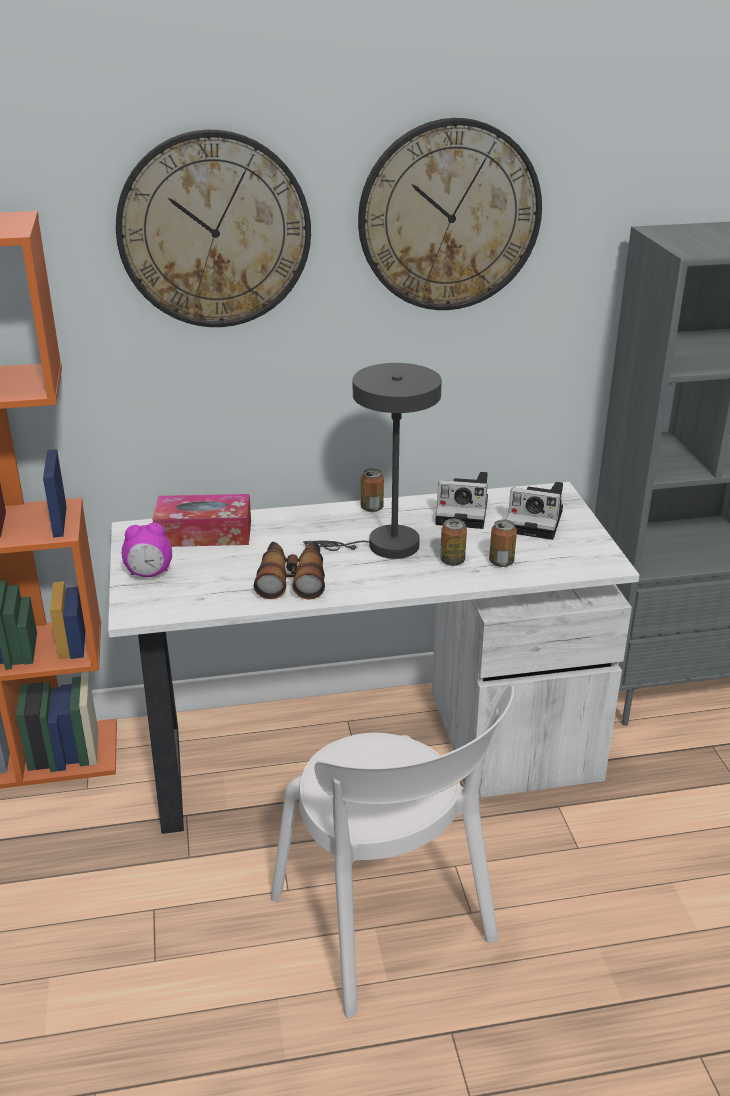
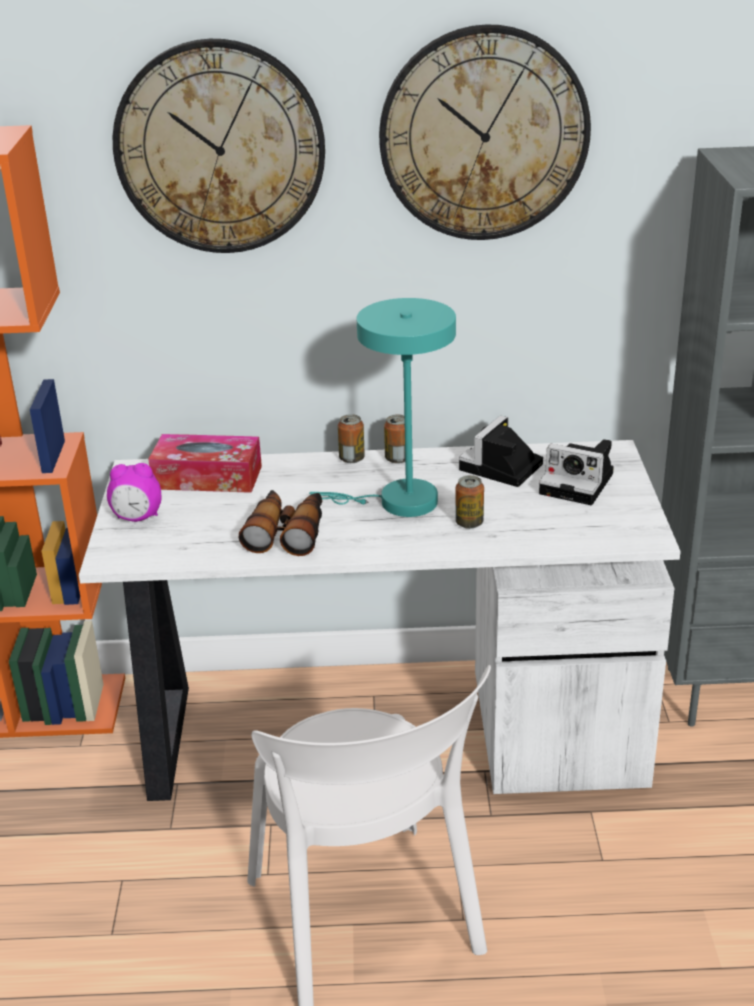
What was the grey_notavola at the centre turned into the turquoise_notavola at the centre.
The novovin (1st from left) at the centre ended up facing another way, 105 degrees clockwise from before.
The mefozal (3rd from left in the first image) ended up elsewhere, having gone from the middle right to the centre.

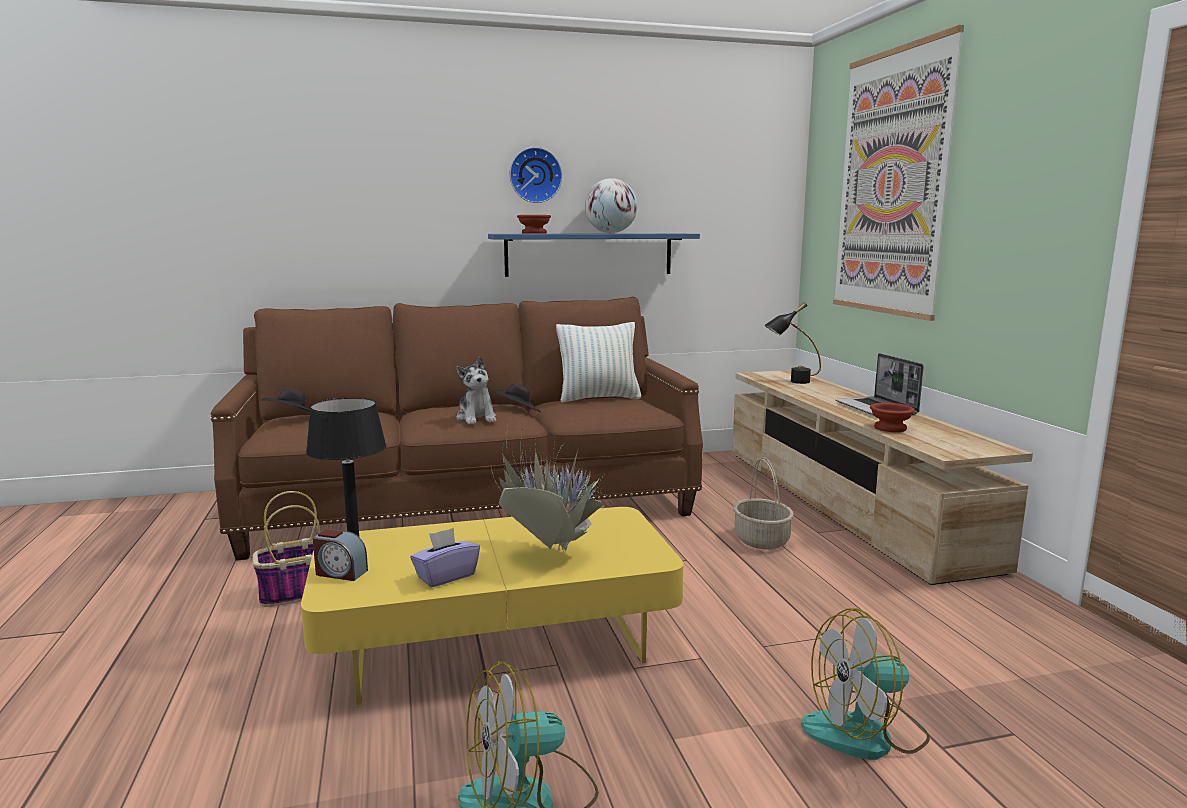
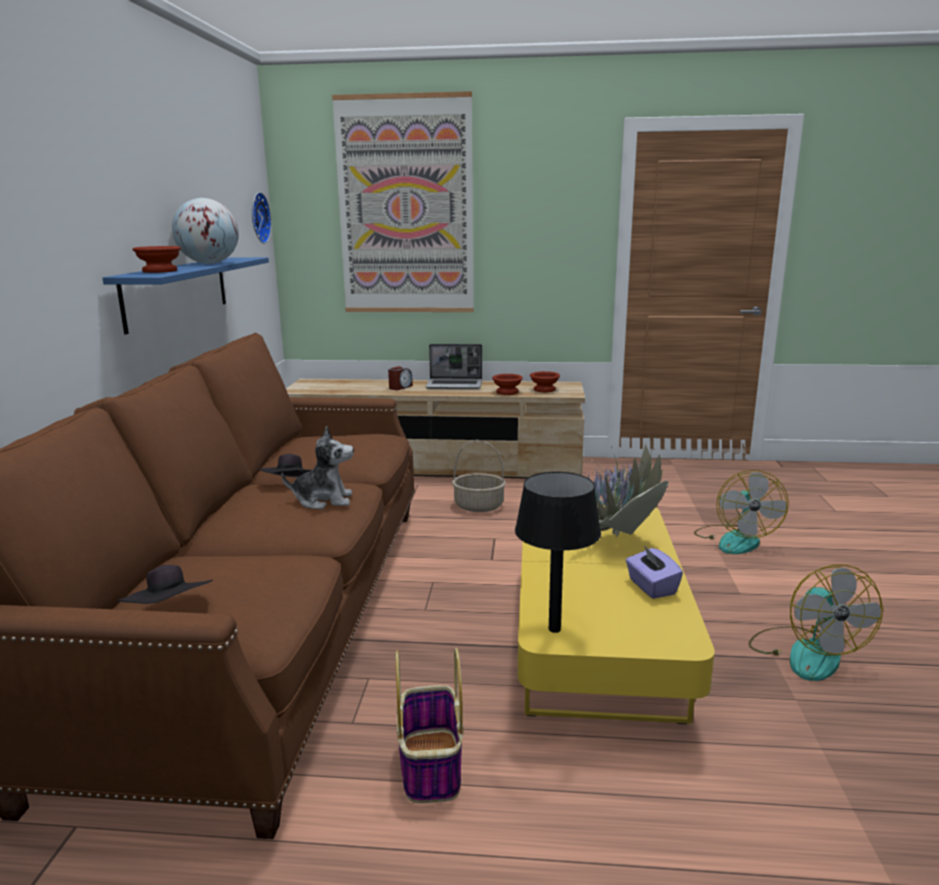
The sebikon ended up elsewhere, having gone from the bottom left to the centre.
The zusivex ended up elsewhere, having gone from the top centre to the top left.
The second view lost the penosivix at the centre.
The second view lost the black_notavola (2nd from left) at the middle right.
The second view gained the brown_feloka (3rd from left) at the centre.

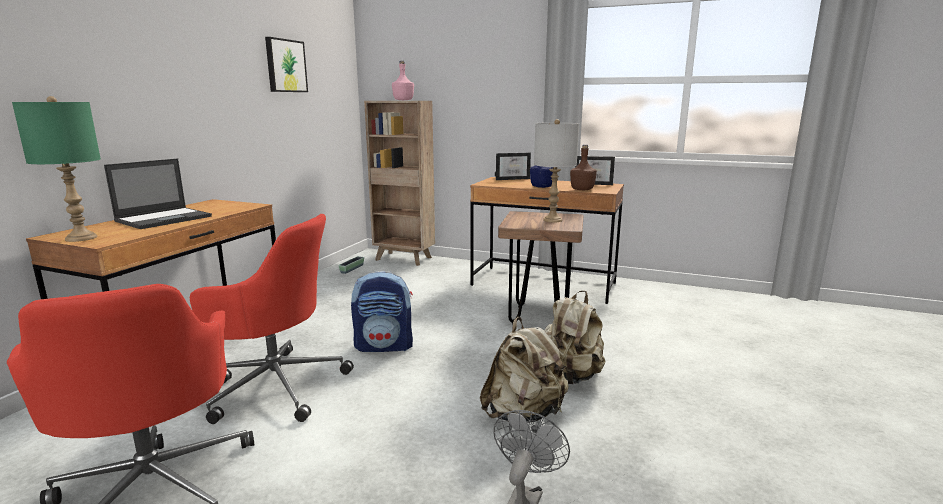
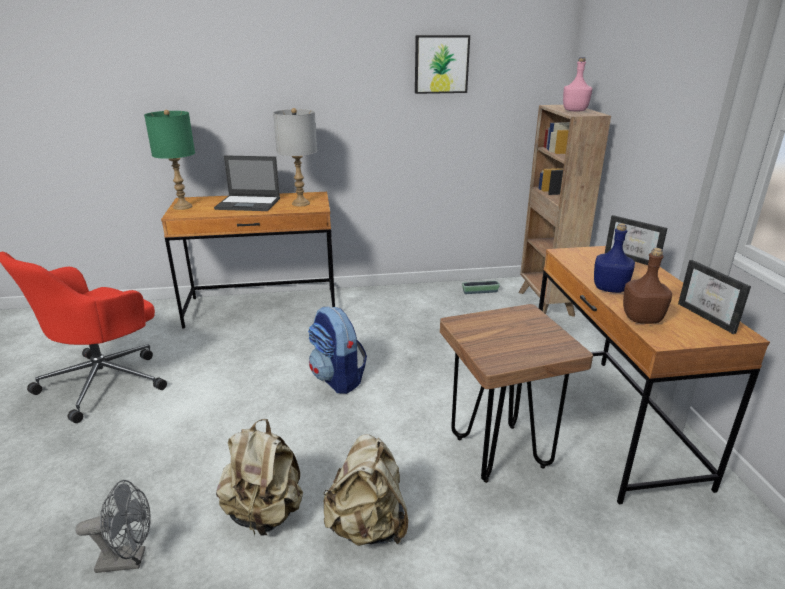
The second view lost the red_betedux (2nd from left) at the middle left.
The grey_notavola ended up elsewhere, having gone from the centre to the top centre.

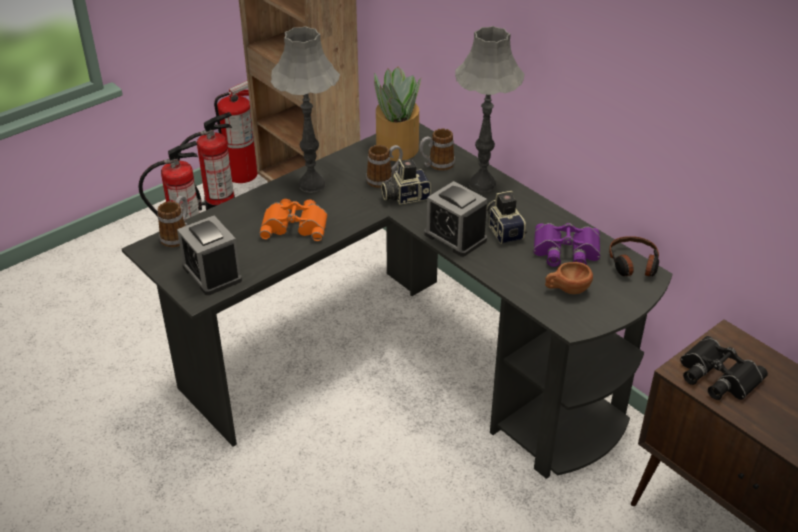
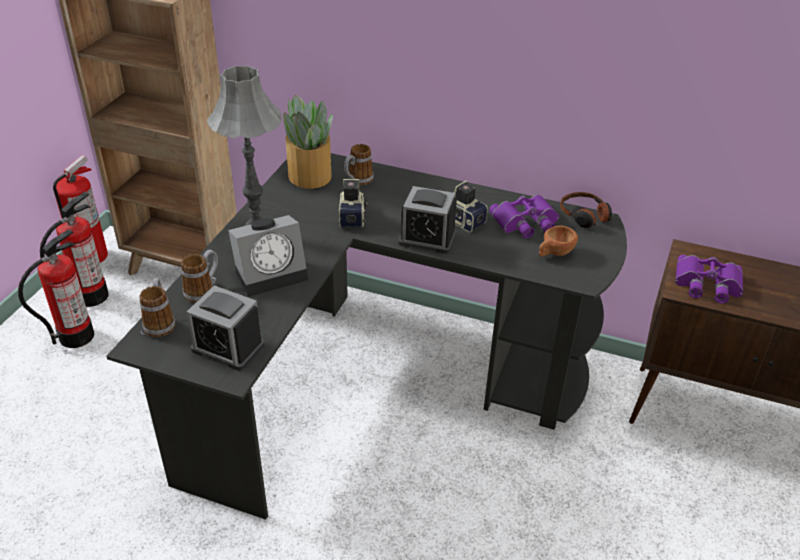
Where the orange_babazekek stood at the centre, the sebikon (2nd from left) came to stand at the centre.
The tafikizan (2nd from left) ended up elsewhere, having gone from the top centre to the middle left.
The novovin (1st from left) at the centre ended up facing another way, 135 degrees clockwise from before.
The second view lost the grey_notavola (2nd from left) at the top centre.
What was the black_babazekek at the bottom right turned into the purple_babazekek (2nd from left) at the middle right.

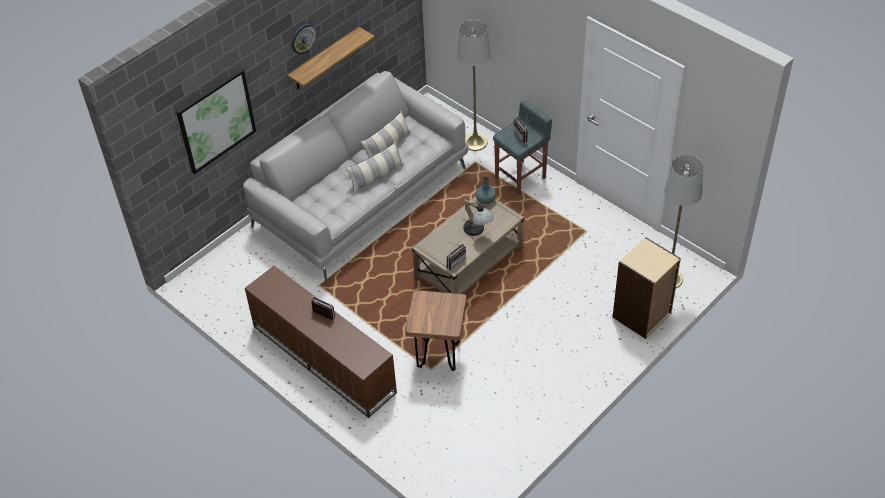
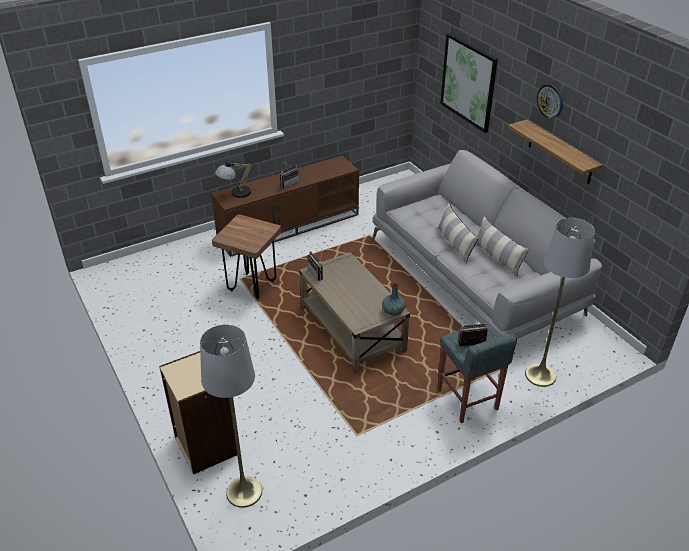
The notavola ended up elsewhere, having gone from the centre to the top centre.

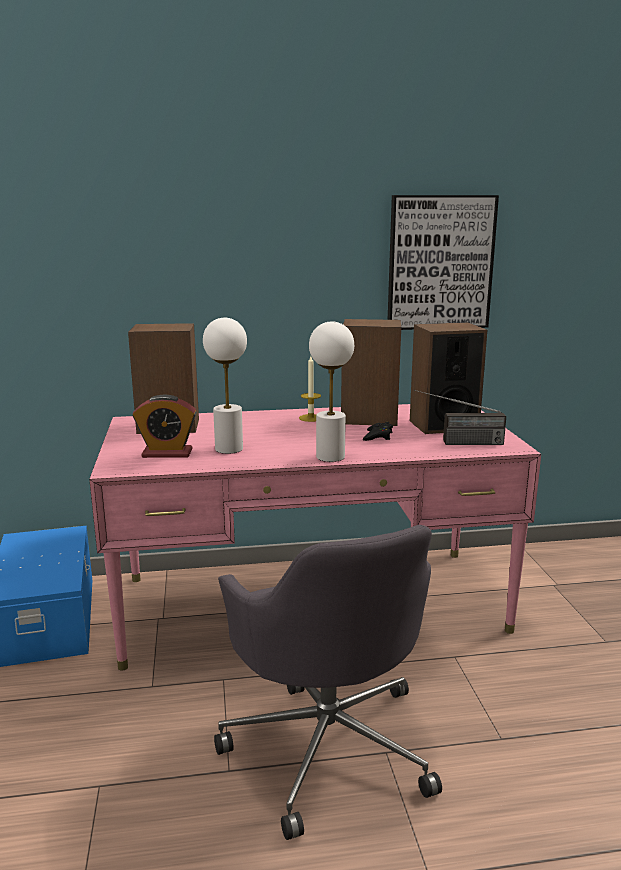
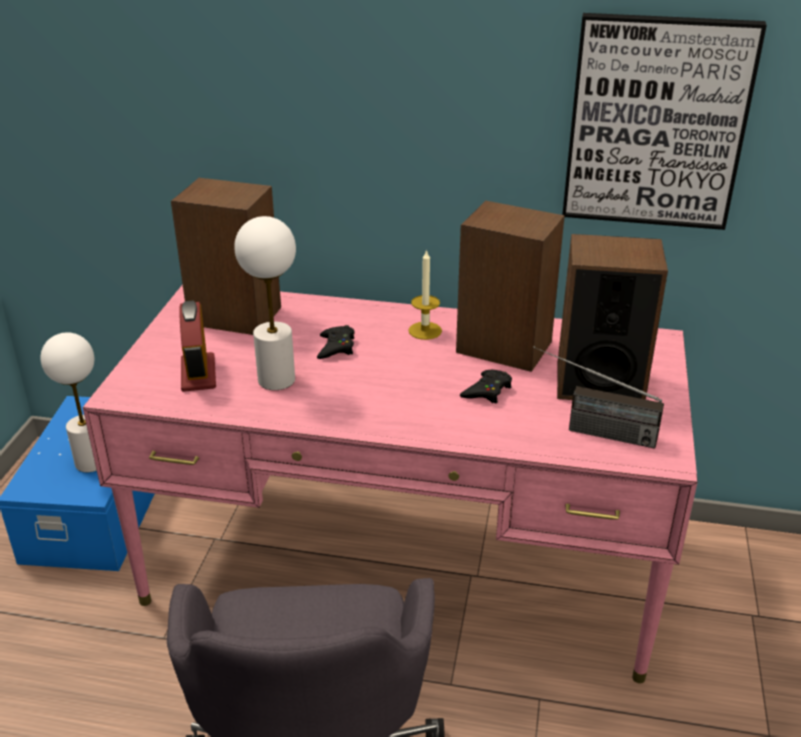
The sebikon at the middle left ended up facing another way, 60 degrees clockwise from before.
The white_notavola (2nd from left in the first image) ended up elsewhere, having gone from the centre to the middle left.
The second view gained the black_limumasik (1st from left) at the centre.

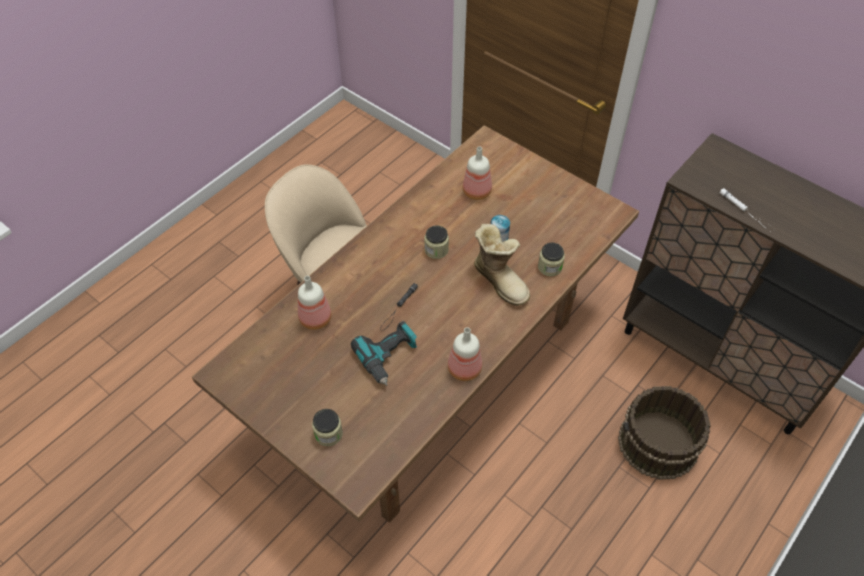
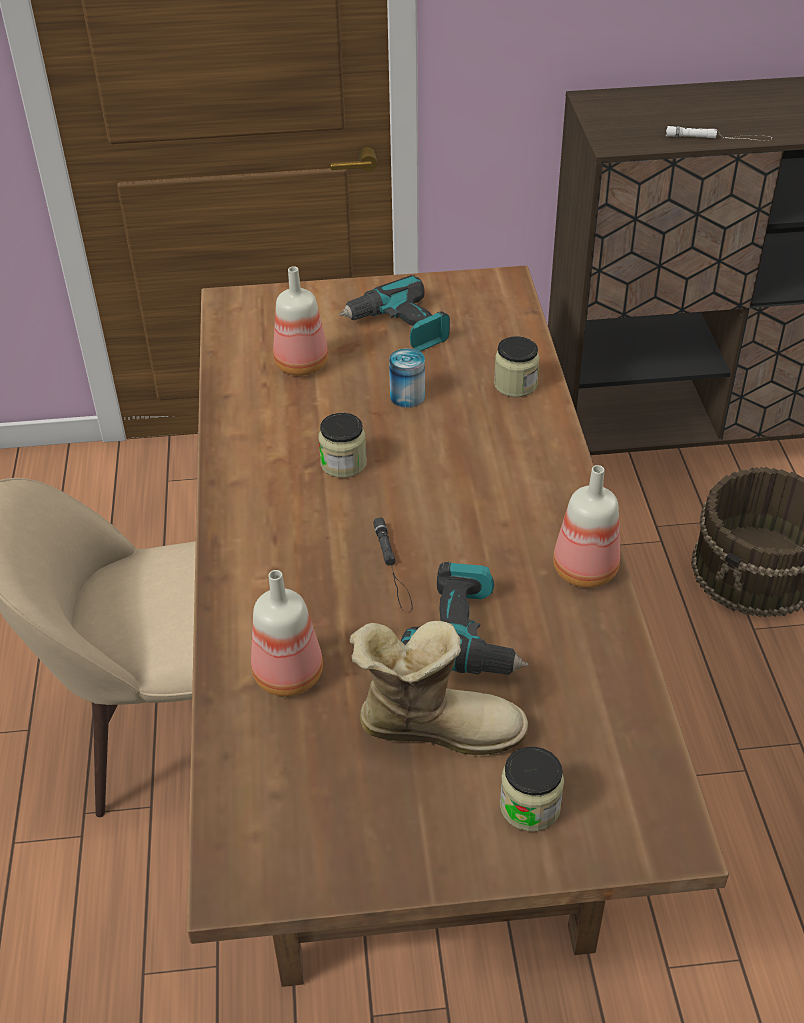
The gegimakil ended up elsewhere, having gone from the centre to the bottom centre.
The second view gained the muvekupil (1st from left) at the top centre.

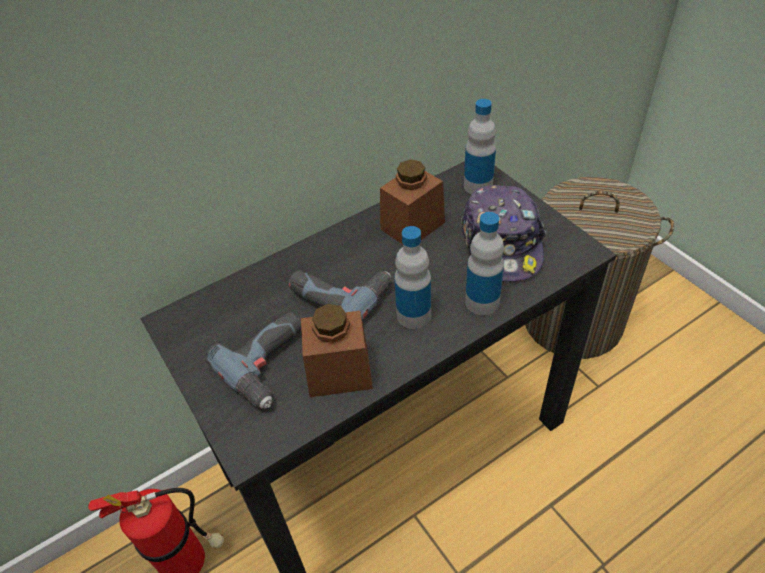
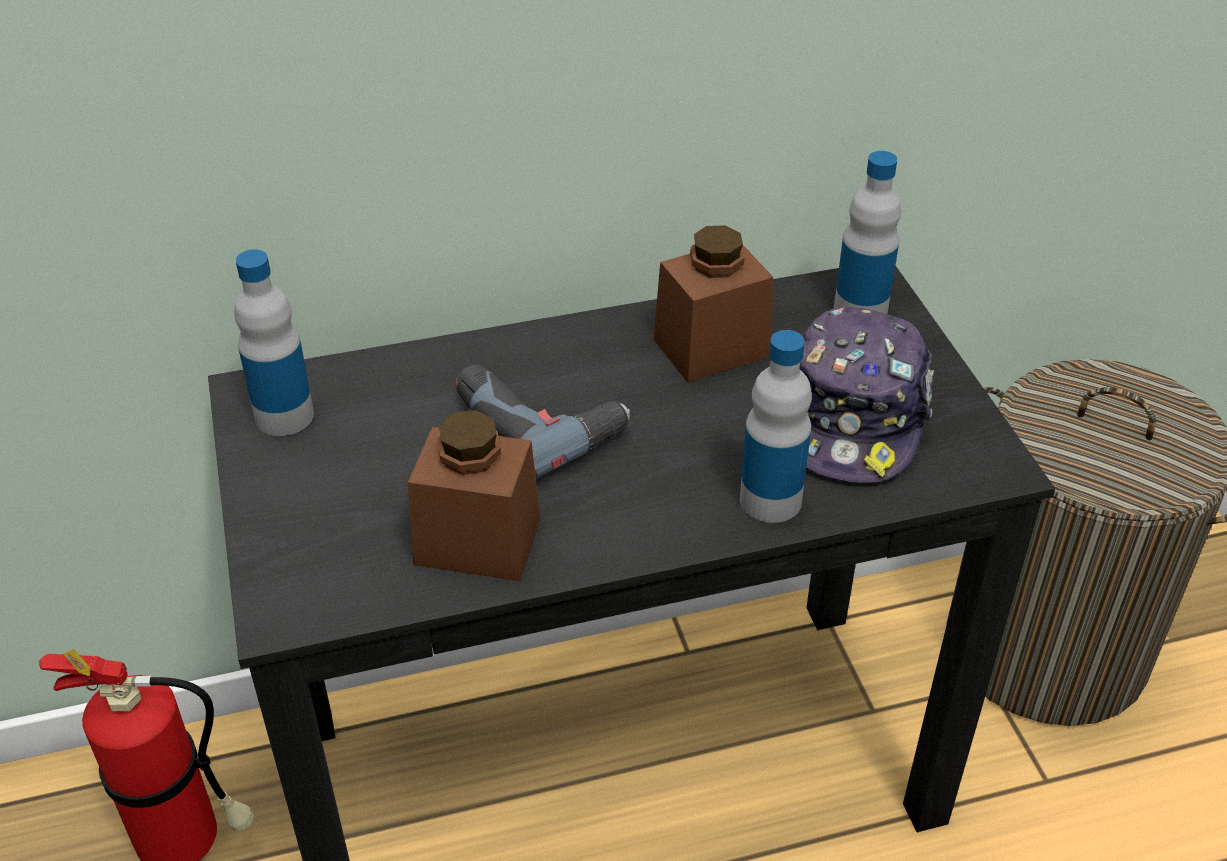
The second view lost the muvekupil (1st from left) at the middle left.
The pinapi (1st from left) ended up elsewhere, having gone from the centre to the middle left.

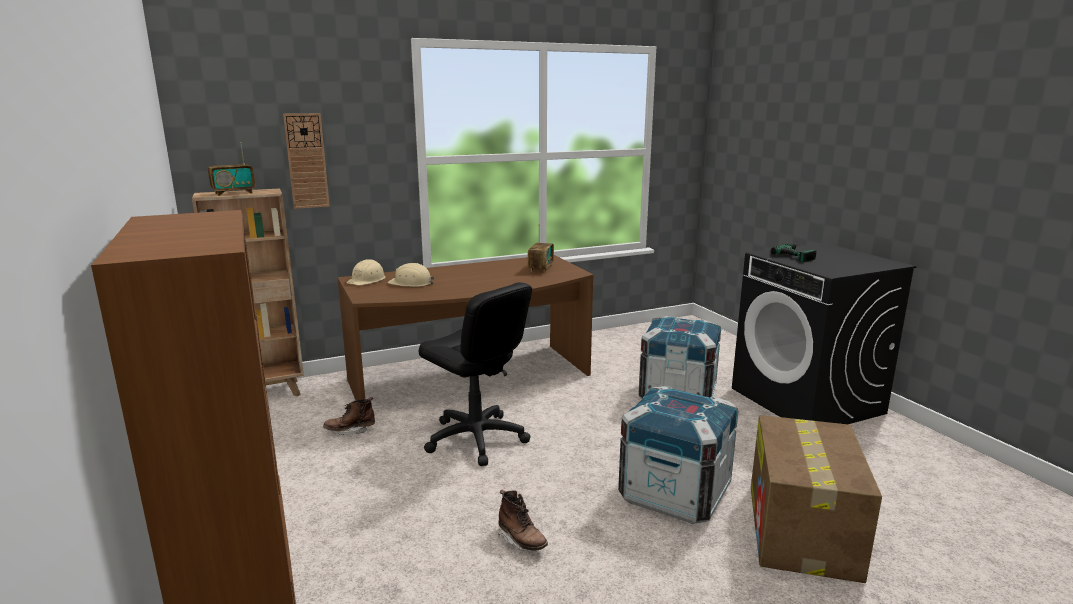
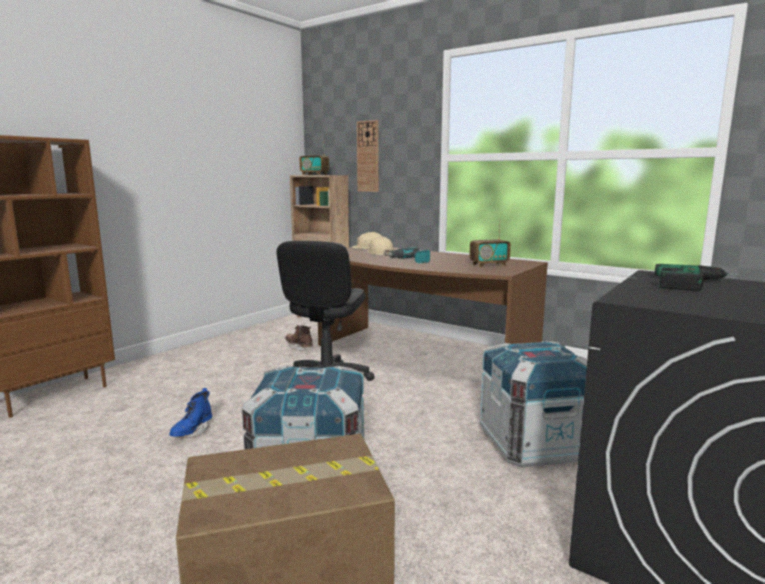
What was the brown_gegimakil (2nd from left) at the bottom centre turned into the blue_gegimakil at the bottom left.
The second view gained the muvekupil (1st from left) at the centre.

